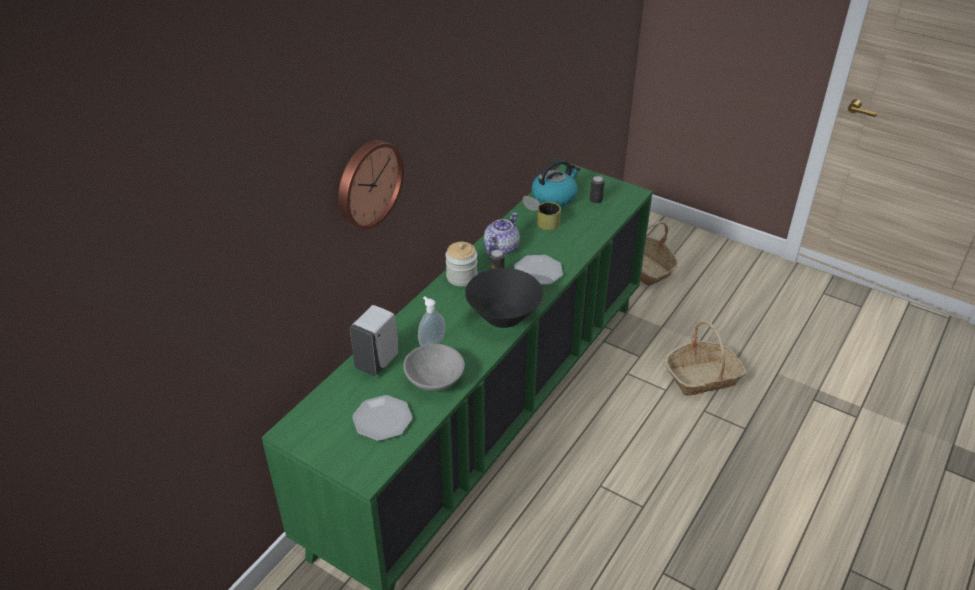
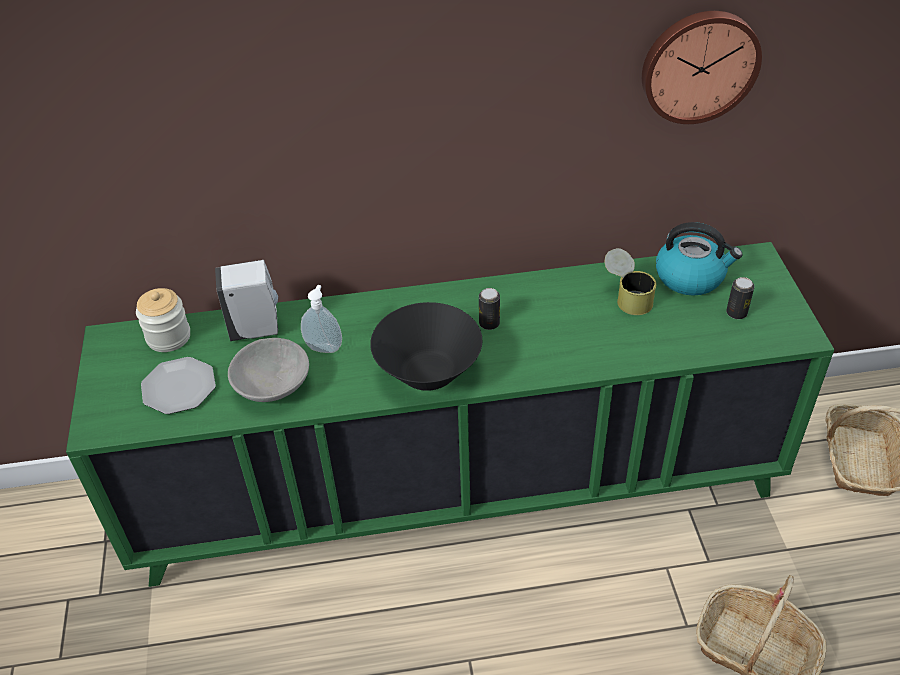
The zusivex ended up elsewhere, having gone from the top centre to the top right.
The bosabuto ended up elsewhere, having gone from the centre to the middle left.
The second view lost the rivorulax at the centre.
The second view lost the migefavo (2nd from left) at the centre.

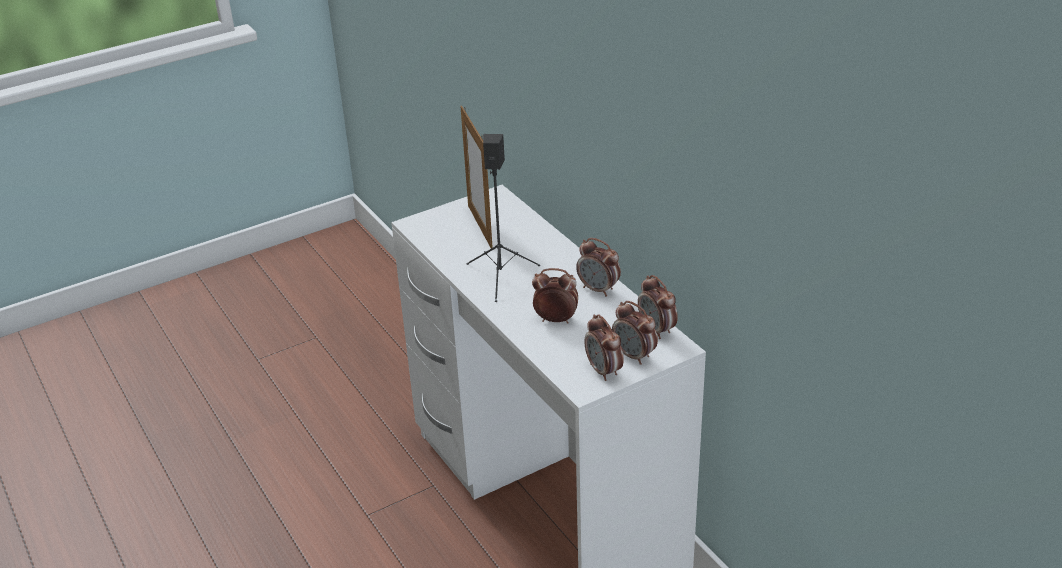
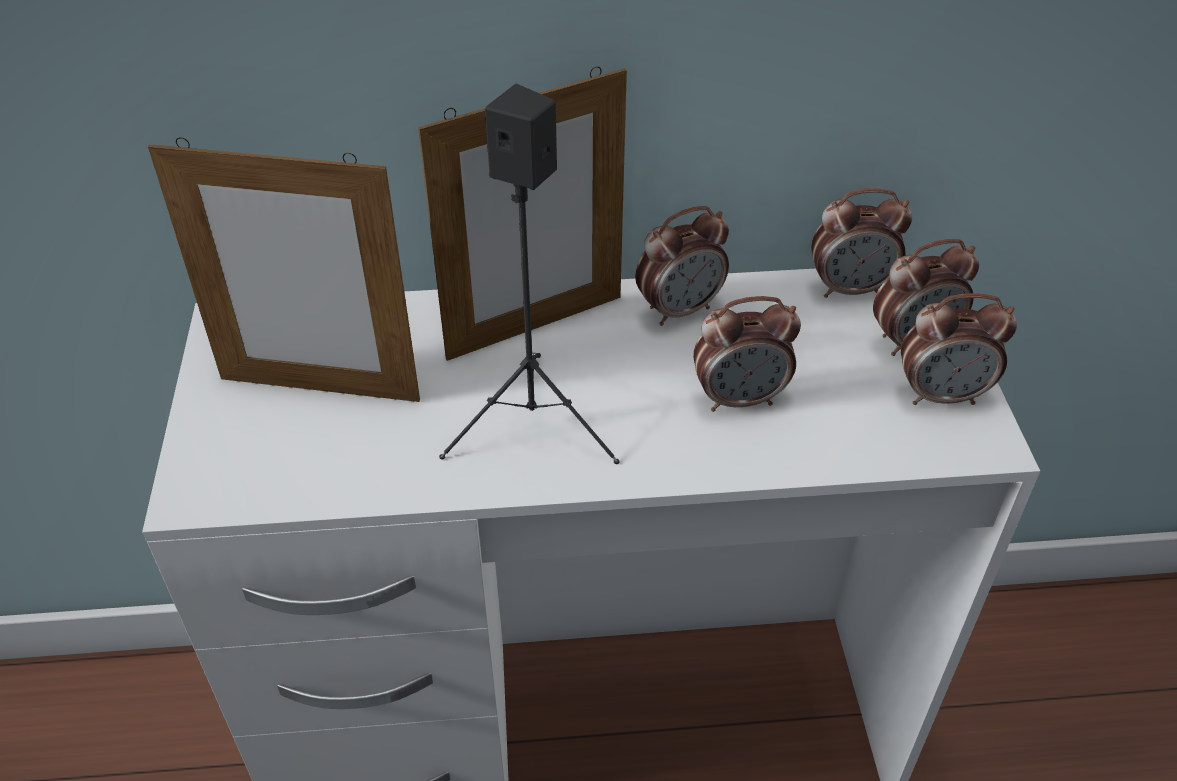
The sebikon (1st from left in the first image) at the centre ended up facing another way, 135 degrees counterclockwise from before.
The second view gained the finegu (2nd from left) at the top centre.

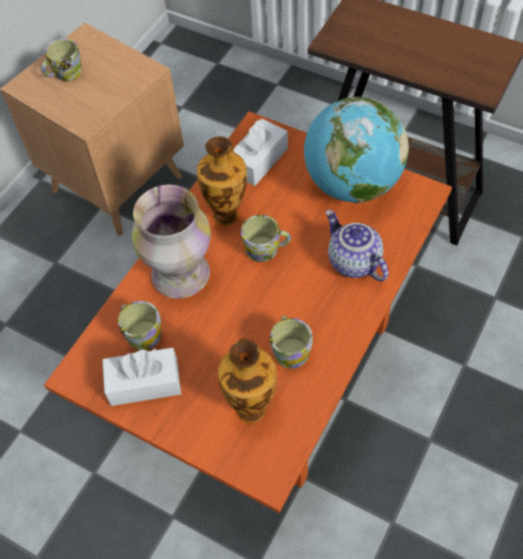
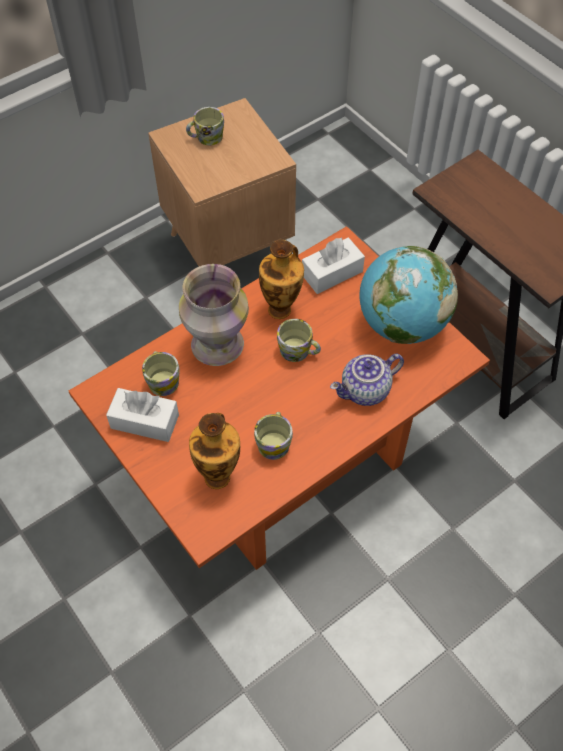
The rivorulax at the middle right ended up facing another way, 105 degrees counterclockwise from before.

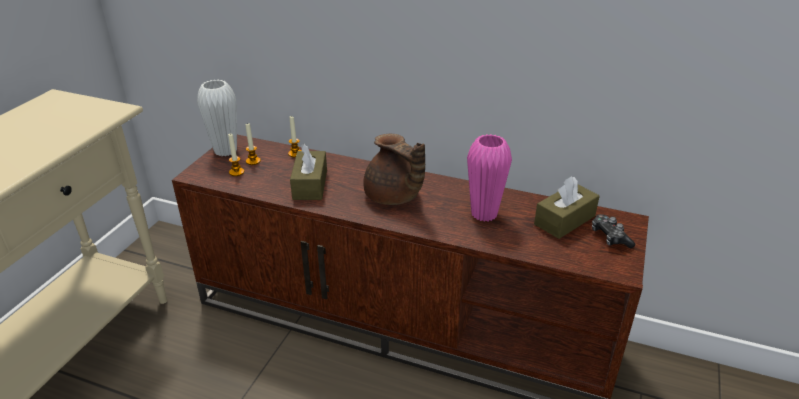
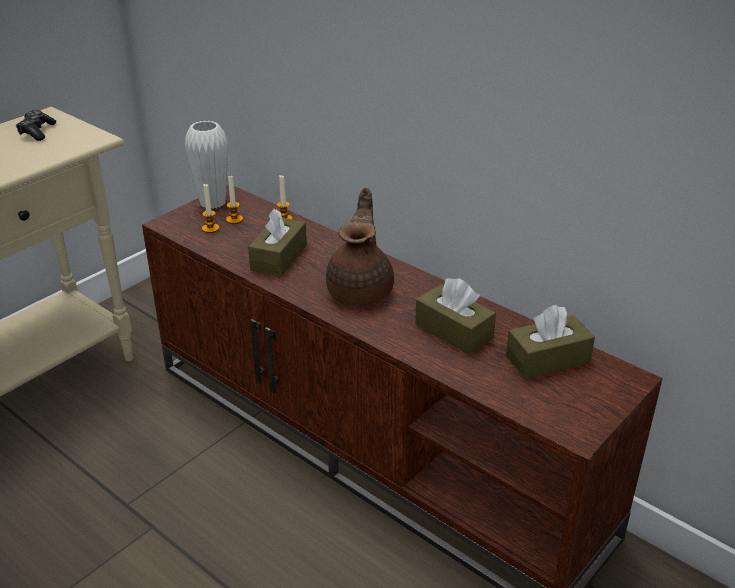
The brown_rivorulax at the centre ended up facing another way, 150 degrees counterclockwise from before.
Where the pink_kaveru stood at the centre, the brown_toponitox (2nd from left) came to stand at the centre.
The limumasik ended up elsewhere, having gone from the middle right to the top left.

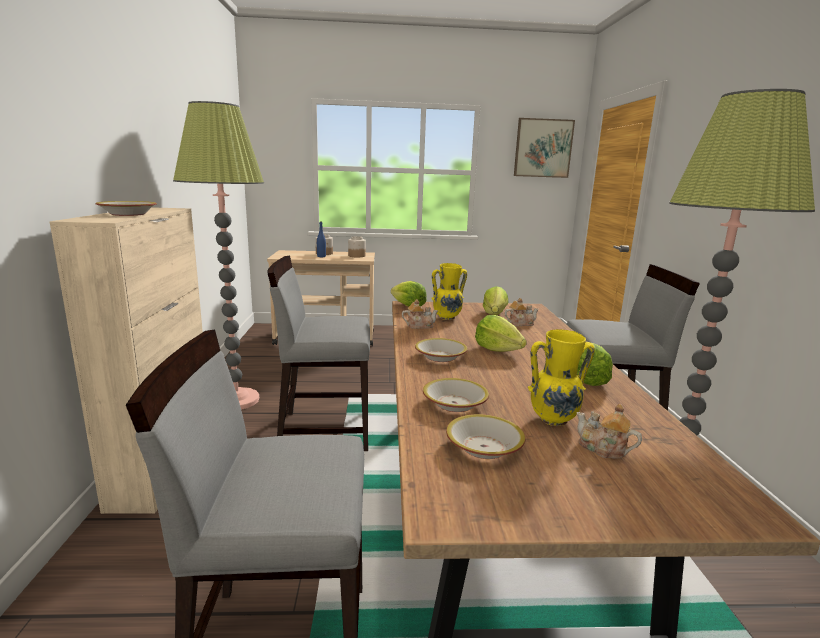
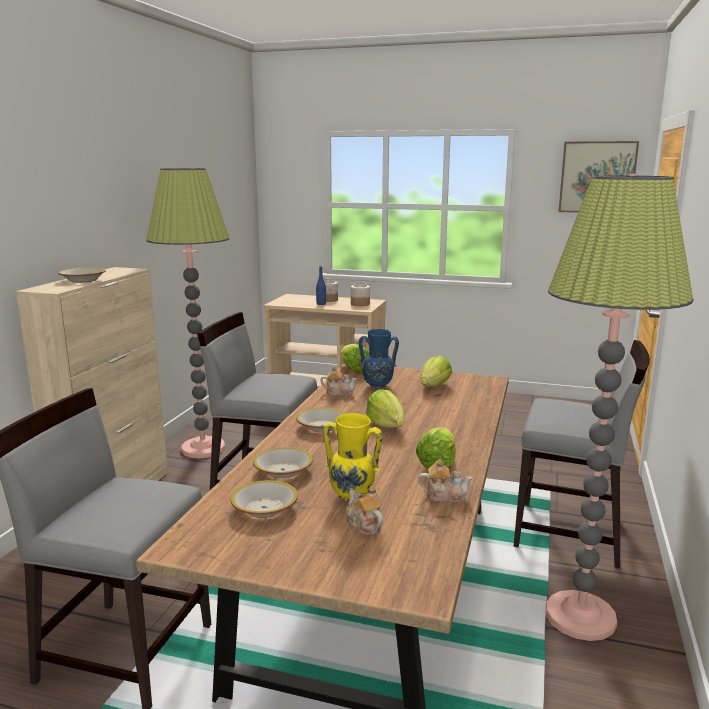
What was the yellow_kaveru (1st from left) at the centre turned into the blue_kaveru at the centre.
The rivorulax (2nd from left in the first image) ended up elsewhere, having gone from the centre to the bottom centre.

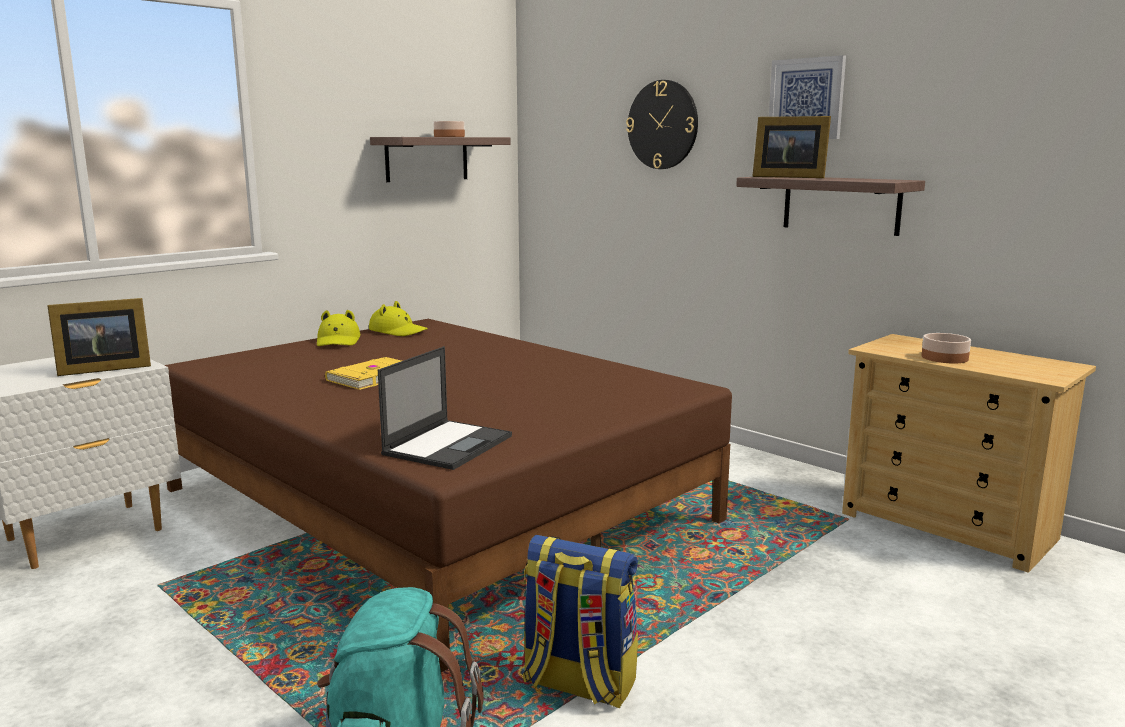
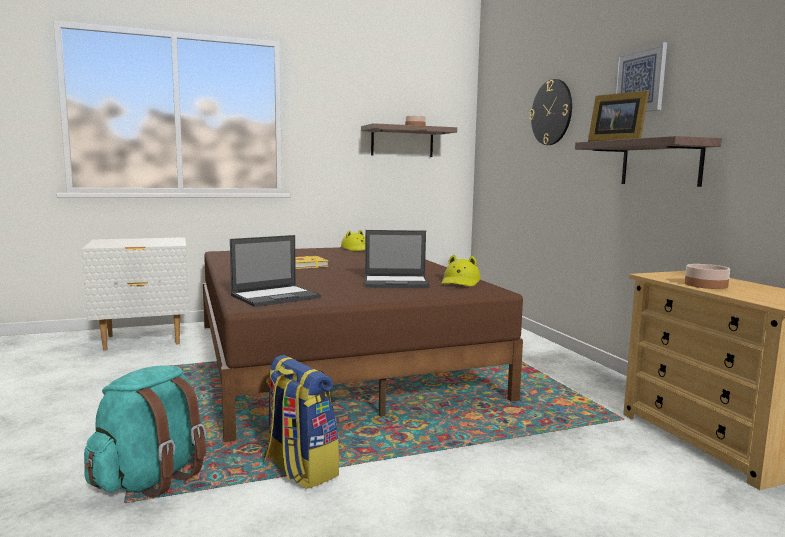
The second view lost the finegu (1st from left) at the middle left.
The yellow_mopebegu (1st from left in the first image) ended up elsewhere, having gone from the middle left to the centre.
The second view gained the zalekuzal (2nd from left) at the centre.

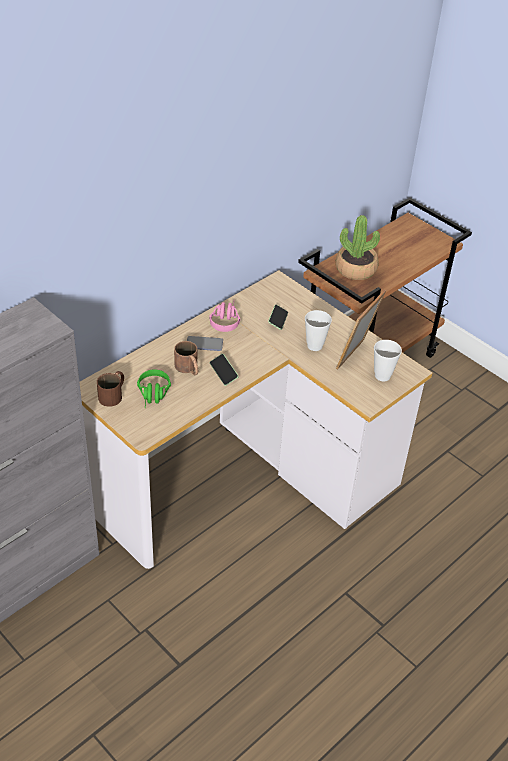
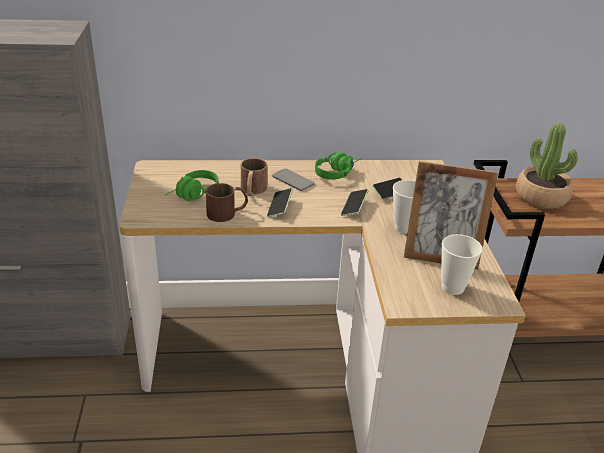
The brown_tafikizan (1st from left) ended up elsewhere, having gone from the middle left to the centre.
What was the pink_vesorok at the centre turned into the green_vesorok (2nd from left) at the centre.
The finegu at the middle right ended up facing another way, 150 degrees counterclockwise from before.
The second view gained the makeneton (3rd from left) at the centre.

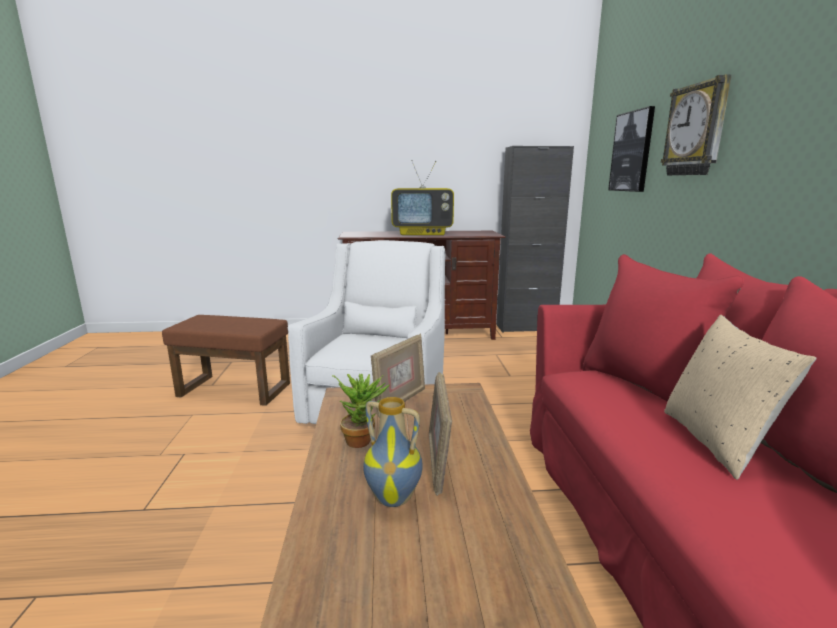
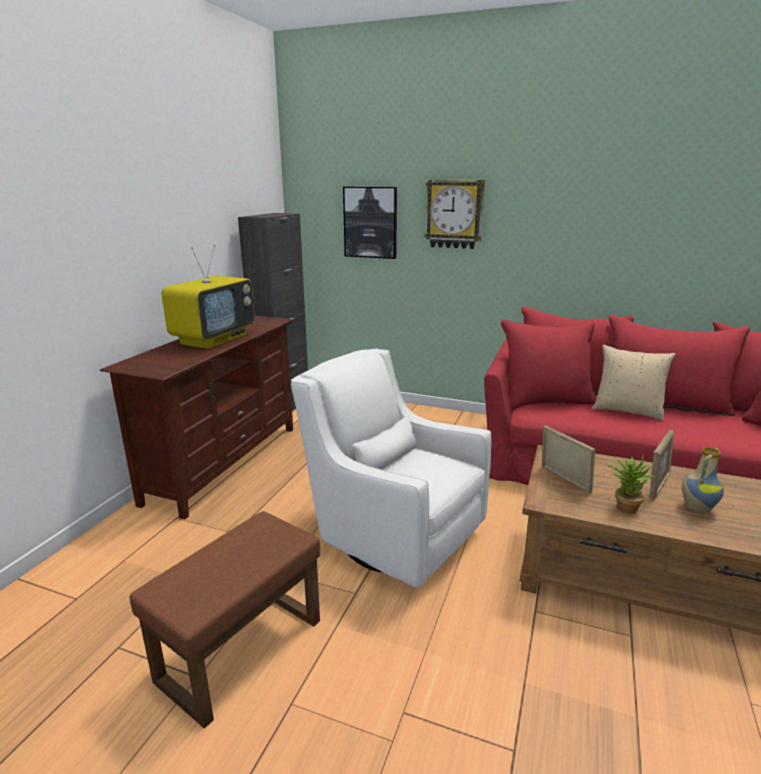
The finegu (2nd from left) at the bottom centre ended up facing another way, 75 degrees counterclockwise from before.

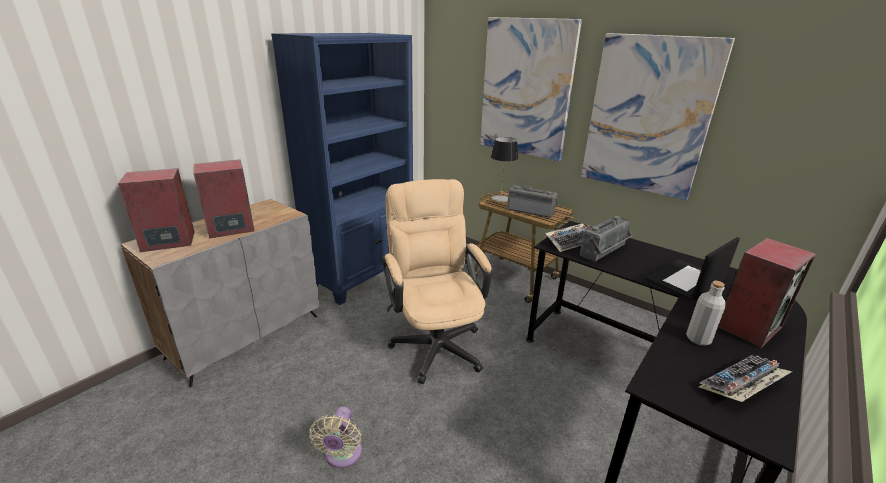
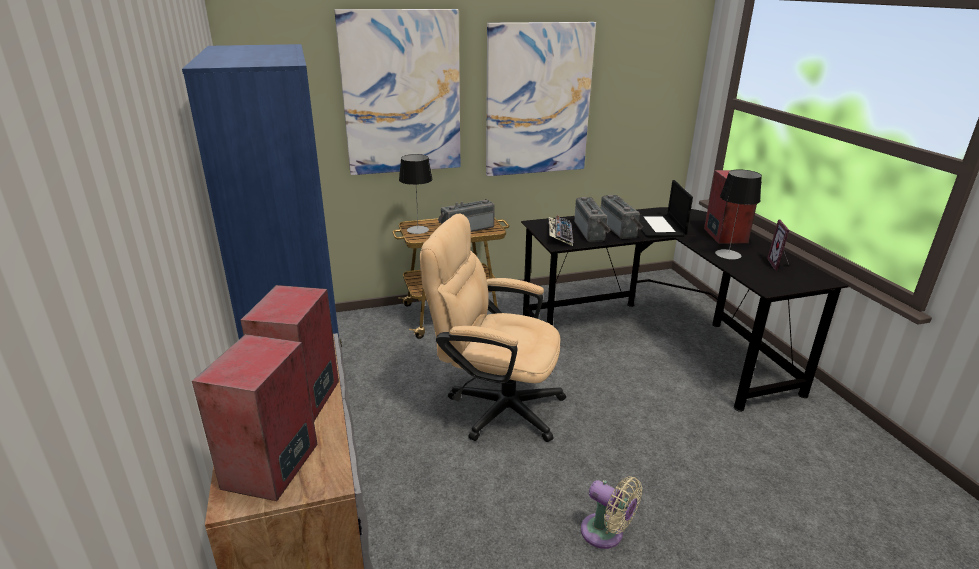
Where the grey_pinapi stood at the middle right, the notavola (2nd from left) came to stand at the middle right.
Where the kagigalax (2nd from left) stood at the bottom right, the finegu came to stand at the middle right.
The second view gained the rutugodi (3rd from left) at the centre.

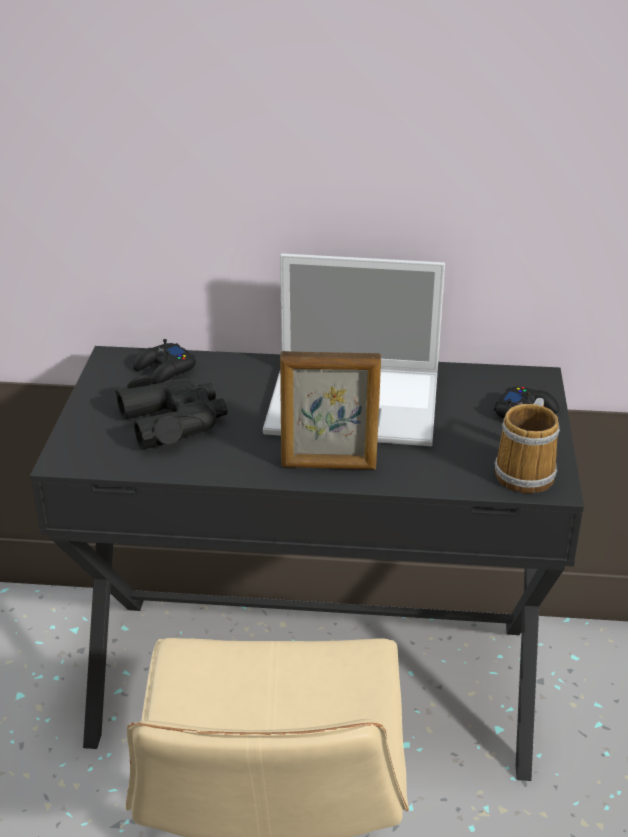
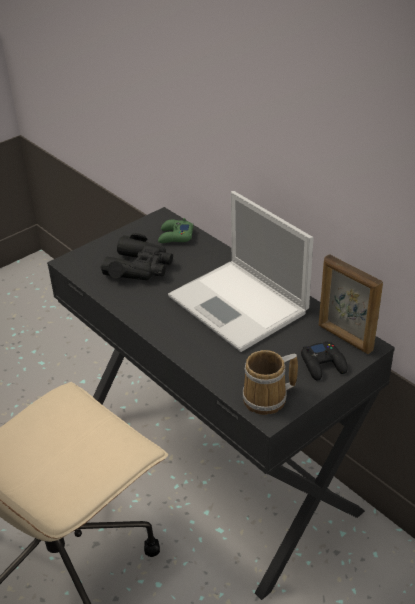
What was the black_limumasik (1st from left) at the middle left turned into the green_limumasik at the centre.
The finegu ended up elsewhere, having gone from the centre to the middle right.

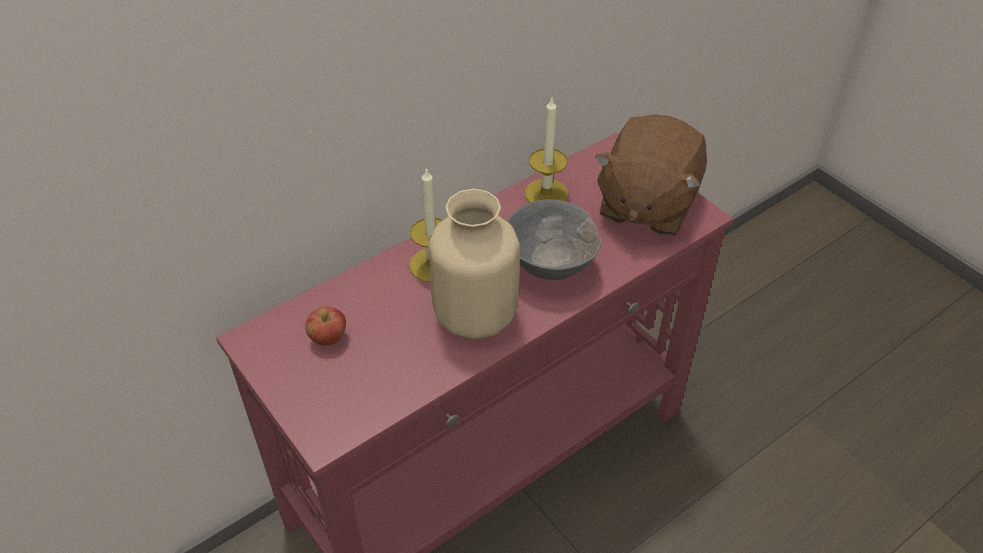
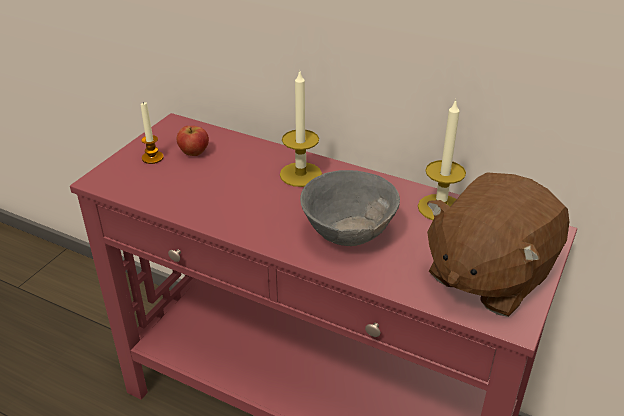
The second view lost the beige_kaveru at the centre.
The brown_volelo at the top centre ended up facing another way, 45 degrees counterclockwise from before.
The second view gained the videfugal (1st from left) at the top left.

